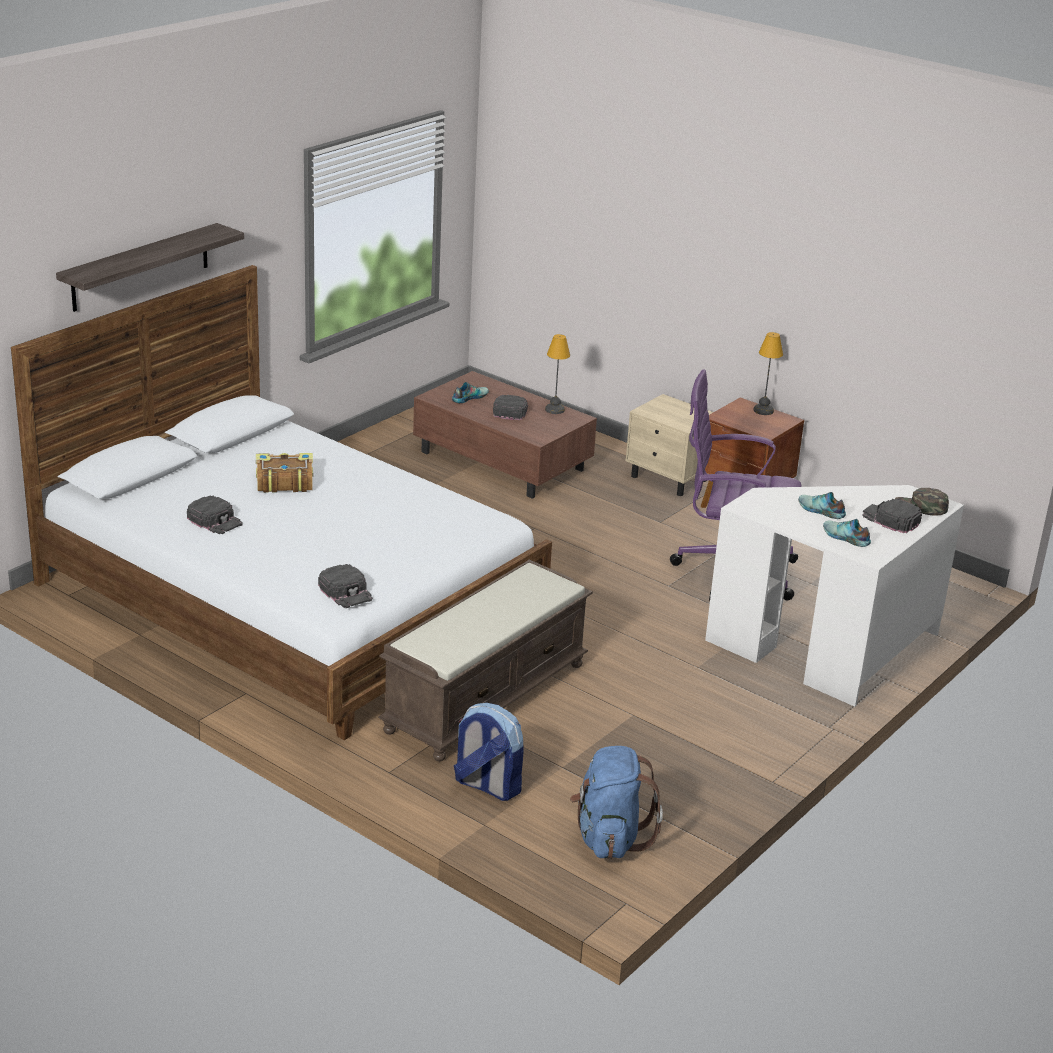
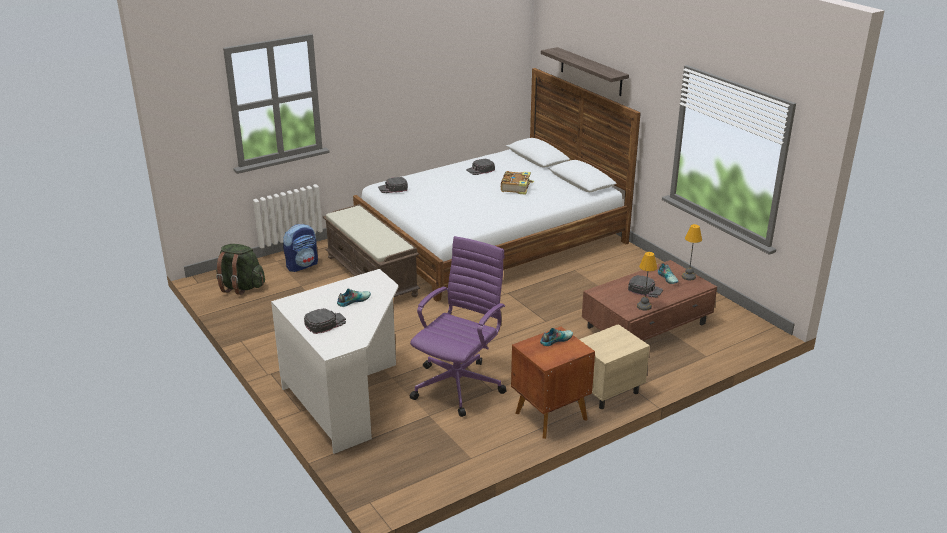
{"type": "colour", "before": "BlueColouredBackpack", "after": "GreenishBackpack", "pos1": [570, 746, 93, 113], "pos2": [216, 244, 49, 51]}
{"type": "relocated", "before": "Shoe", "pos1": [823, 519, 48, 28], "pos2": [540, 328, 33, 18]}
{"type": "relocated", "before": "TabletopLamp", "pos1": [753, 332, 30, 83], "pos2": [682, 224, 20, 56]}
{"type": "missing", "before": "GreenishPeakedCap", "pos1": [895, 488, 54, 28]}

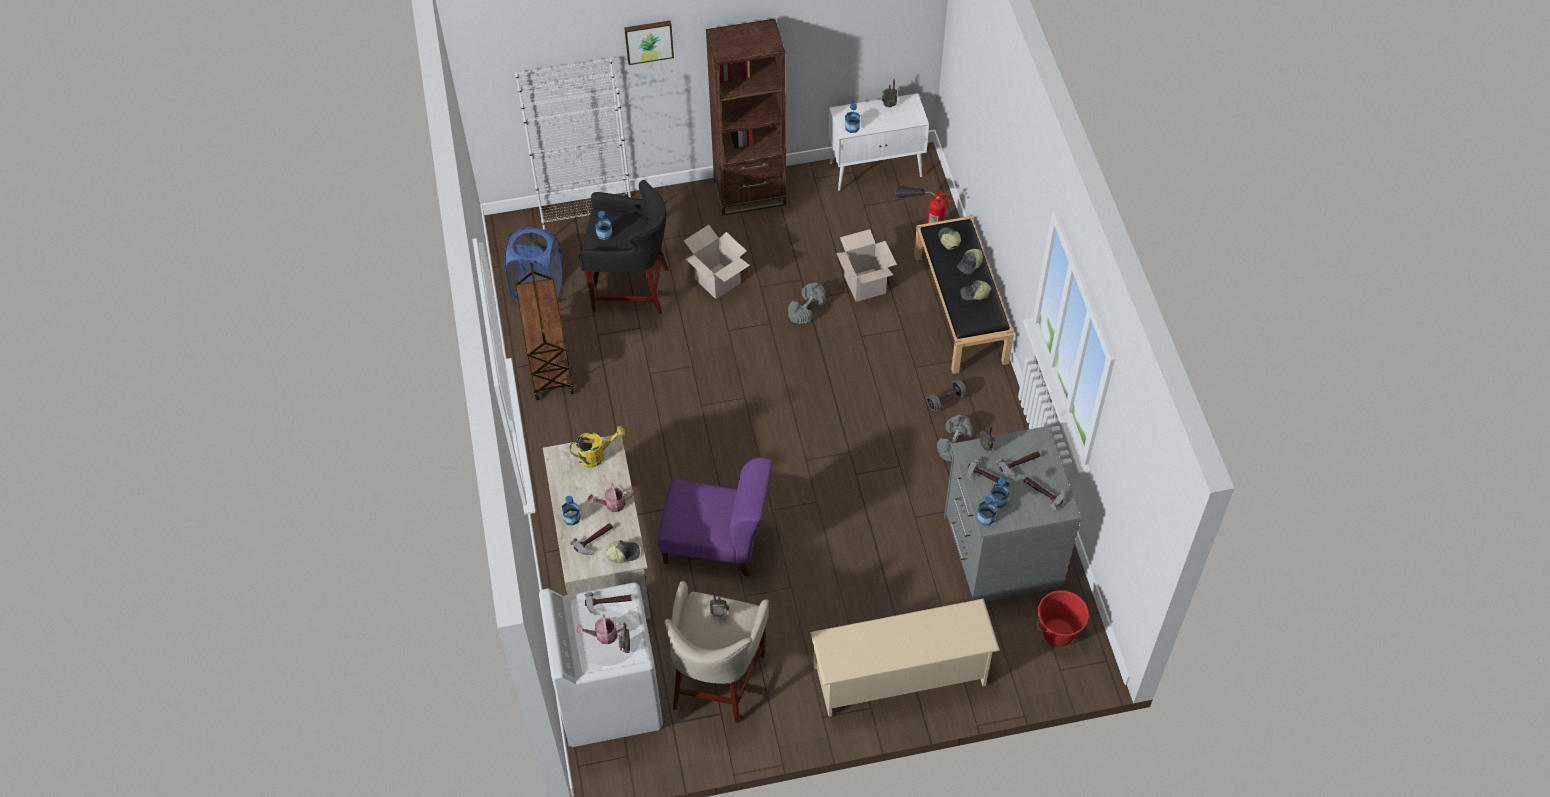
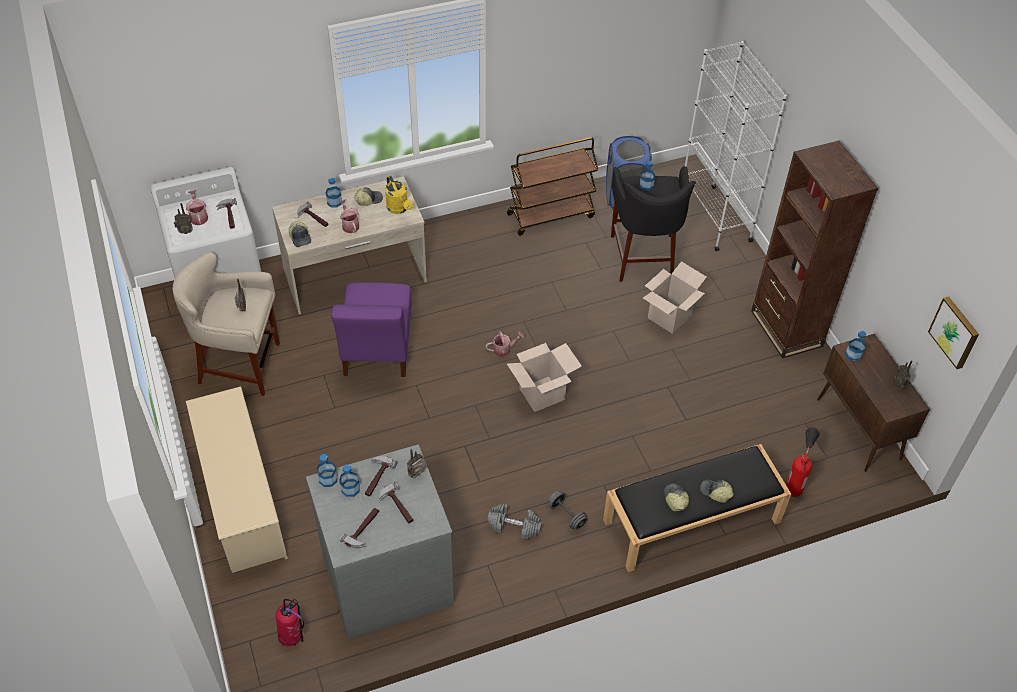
{"type": "exchanged", "before": "ReddishPail", "after": "Extinguisher", "pos1": [1037, 590, 52, 56], "pos2": [276, 599, 28, 47]}
{"type": "relocated", "before": "PeakedCap", "pos1": [938, 227, 23, 23], "pos2": [354, 187, 29, 19]}
{"type": "appeared", "after": "WateringPot", "pos2": [486, 331, 38, 26]}
{"type": "relocated", "before": "PackingBox", "pos1": [836, 229, 61, 73], "pos2": [507, 343, 75, 69]}
{"type": "colour", "before": "WhiteColouredStorageCabinet", "after": "BrownStorageCabinet", "pos1": [829, 93, 100, 98], "pos2": [817, 334, 113, 138]}
{"type": "relocated", "before": "WallPicture", "pos1": [624, 21, 50, 44], "pos2": [928, 296, 51, 73]}
{"type": "missing", "before": "GreyDumbbell", "pos1": [788, 283, 37, 41]}

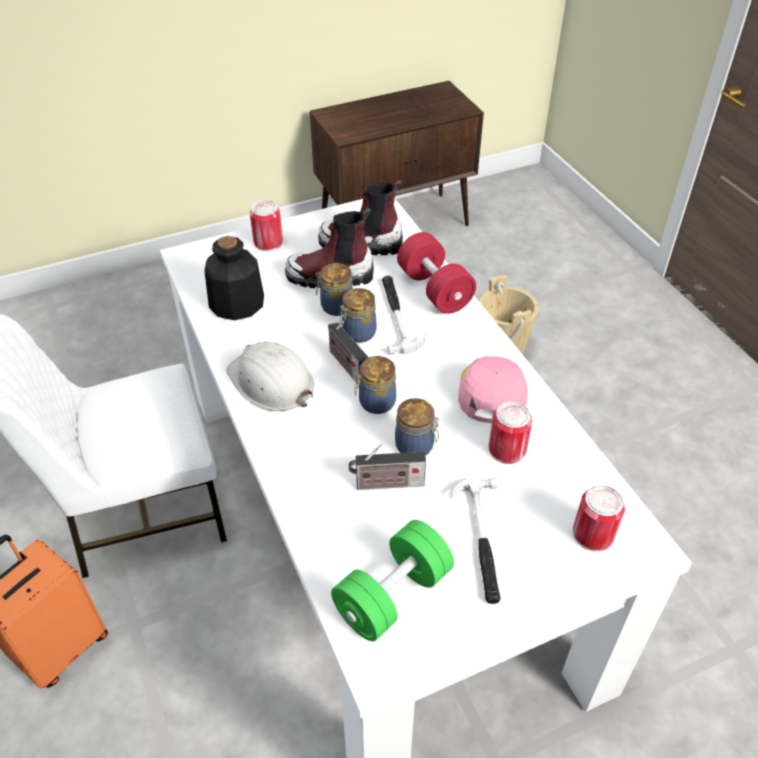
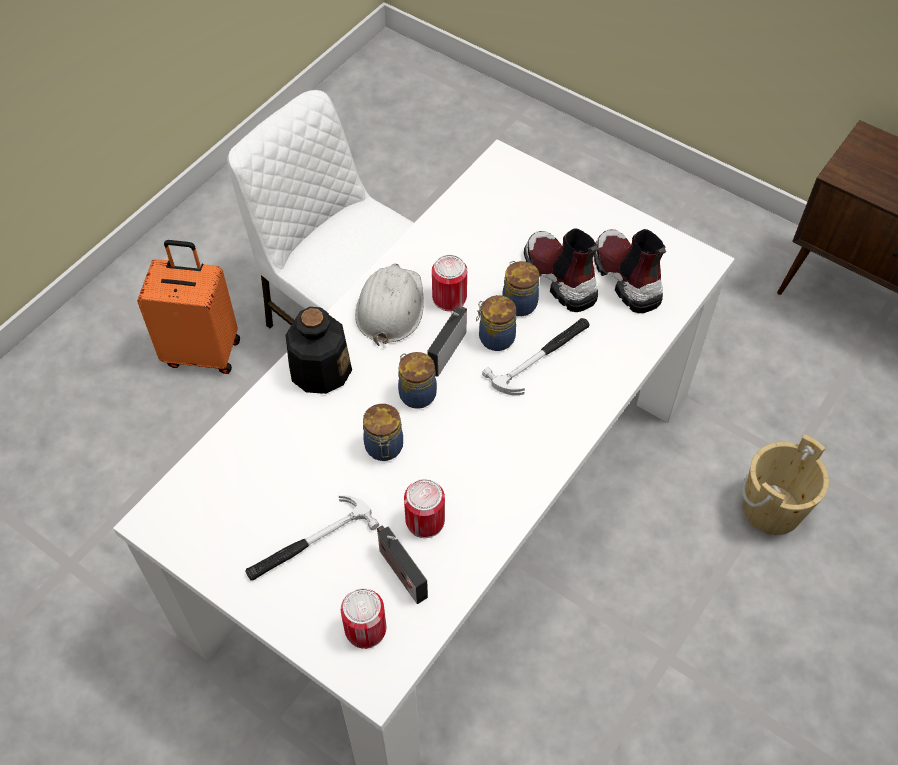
{"type": "relocated", "before": "DrinkBottle", "pos1": [204, 236, 60, 84], "pos2": [285, 307, 67, 87]}
{"type": "relocated", "before": "Radio", "pos1": [349, 444, 77, 46], "pos2": [377, 526, 51, 78]}
{"type": "relocated", "before": "SealedCan", "pos1": [250, 200, 33, 51], "pos2": [432, 255, 35, 56]}
{"type": "missing", "before": "GreenishDumbbell", "pos1": [331, 520, 123, 121]}
{"type": "missing", "before": "ReddishDumbbell", "pos1": [397, 232, 79, 82]}
{"type": "missing", "before": "PinkPeakedCap", "pos1": [458, 356, 70, 67]}

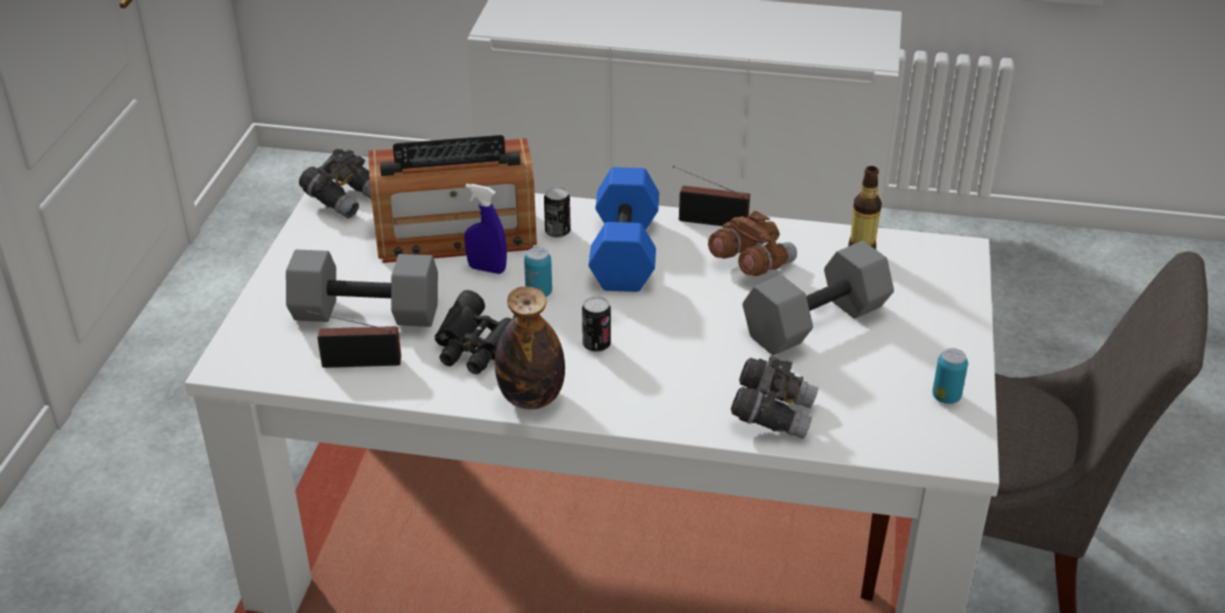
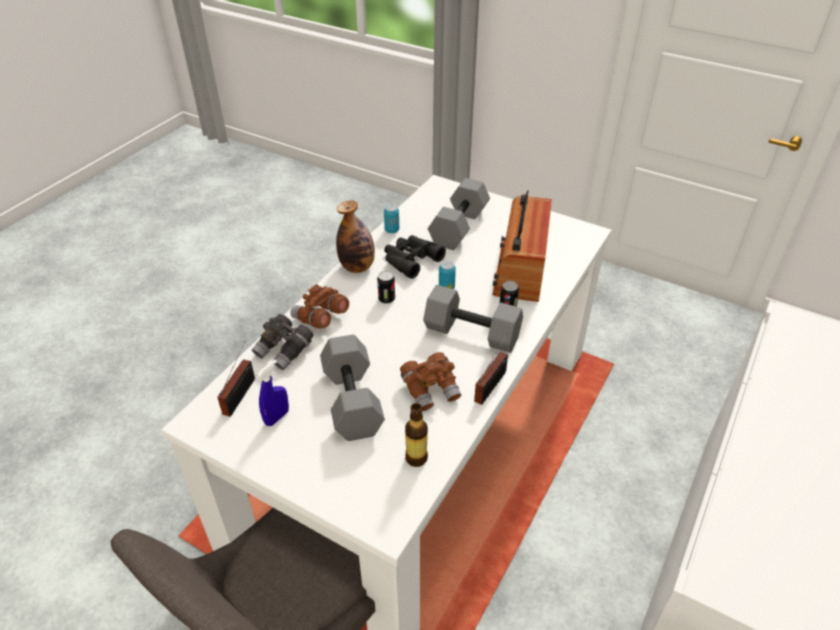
{"type": "relocated", "before": "Radio", "pos1": [304, 310, 97, 58], "pos2": [218, 341, 37, 76]}
{"type": "relocated", "before": "BlueColouredSprayer", "pos1": [464, 184, 43, 90], "pos2": [258, 360, 31, 66]}
{"type": "appeared", "after": "BrownFieldGlasses", "pos2": [290, 284, 59, 44]}
{"type": "relocated", "before": "SealedCan", "pos1": [932, 348, 36, 56], "pos2": [384, 204, 15, 29]}
{"type": "colour", "before": "BlueColouredDumbbell", "after": "GreyDumbbell", "pos1": [589, 167, 70, 125], "pos2": [423, 285, 100, 68]}
{"type": "missing", "before": "GreyFieldGlasses", "pos1": [299, 149, 72, 70]}

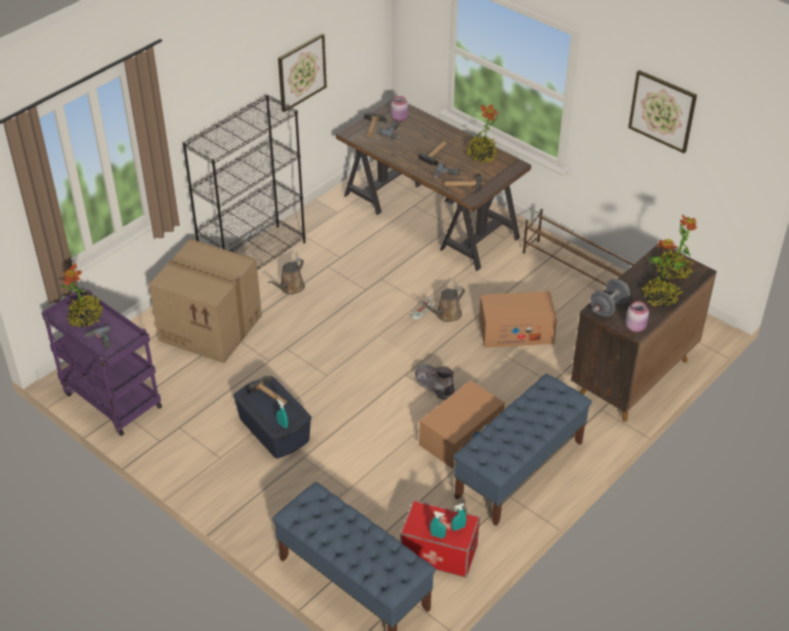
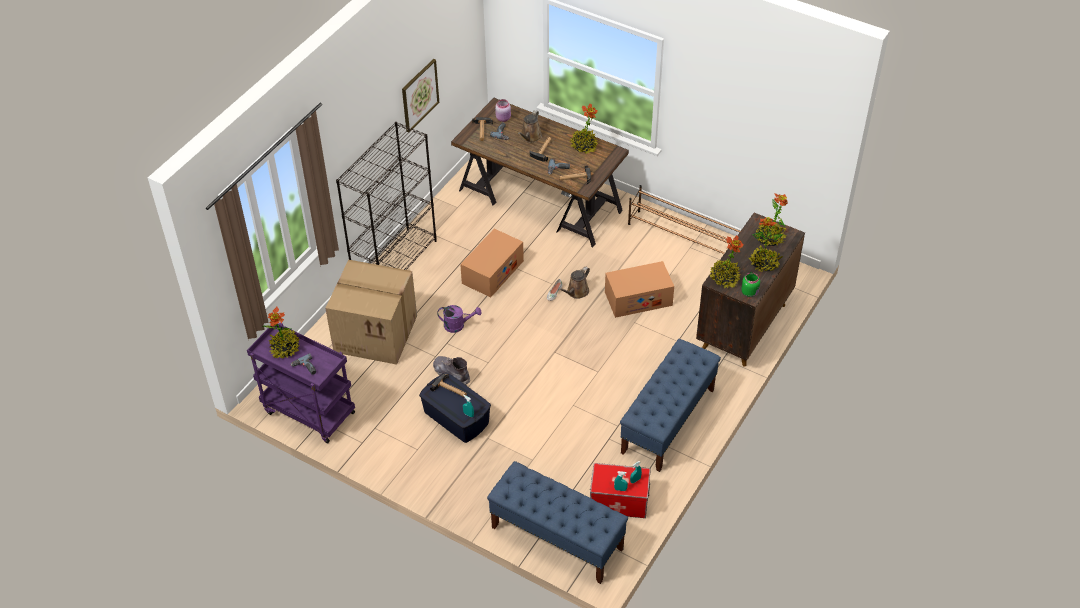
{"type": "relocated", "before": "GreyBoot", "pos1": [415, 364, 40, 36], "pos2": [433, 356, 37, 30]}
{"type": "appeared", "after": "PurplishWateringPot", "pos2": [437, 305, 45, 28]}
{"type": "relocated", "before": "PackingBox", "pos1": [419, 380, 86, 89], "pos2": [460, 229, 64, 69]}
{"type": "relocated", "before": "BrownWateringPot", "pos1": [268, 258, 37, 37], "pos2": [518, 110, 24, 33]}
{"type": "exchanged", "before": "GreyDumbbell", "after": "PottedPlant", "pos1": [591, 279, 39, 38], "pos2": [709, 235, 35, 53]}
{"type": "colour", "before": "PinkJar", "after": "GreenishJar", "pos1": [626, 301, 23, 31], "pos2": [741, 272, 19, 25]}
{"type": "missing", "before": "WallPicture", "pos1": [628, 70, 69, 83]}

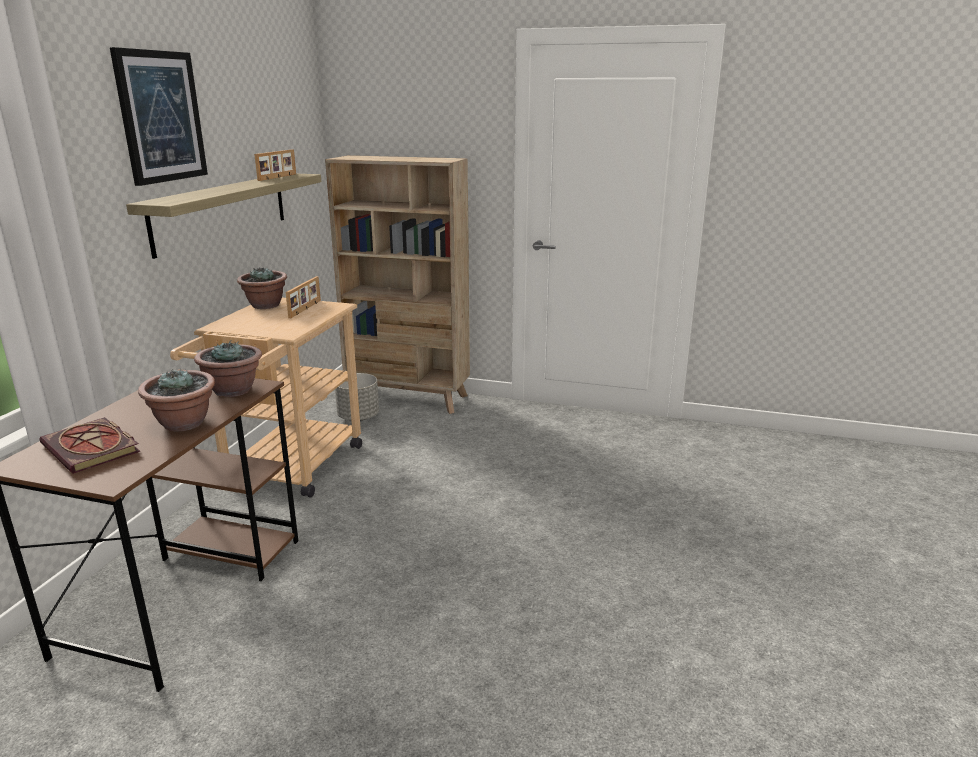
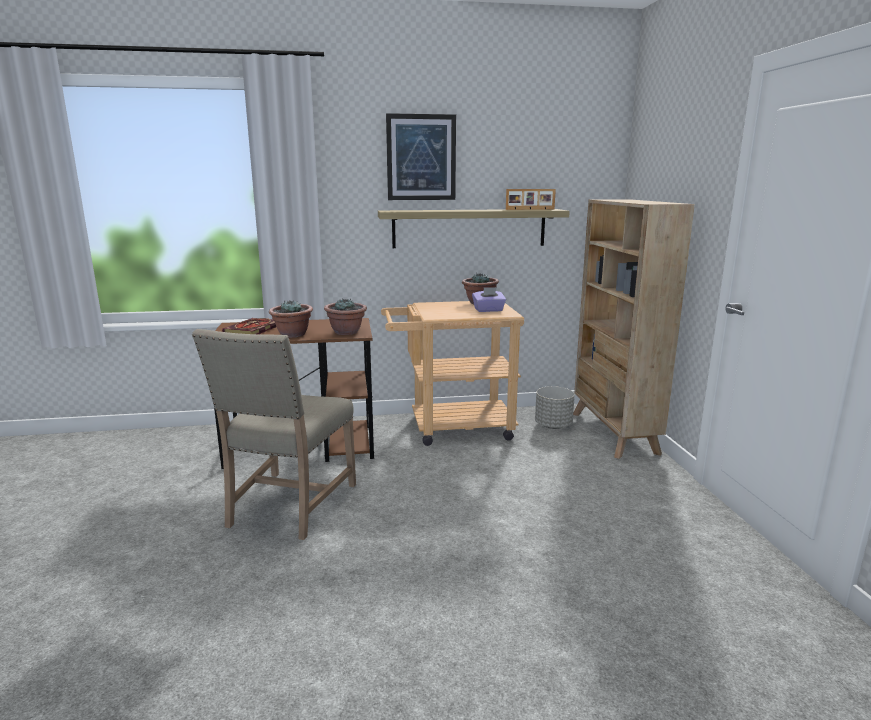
{"type": "appeared", "after": "SandColouredChair", "pos2": [192, 329, 164, 211]}
{"type": "exchanged", "before": "StandingFrame", "after": "PurplishTissueBox", "pos1": [285, 276, 36, 42], "pos2": [472, 287, 34, 25]}

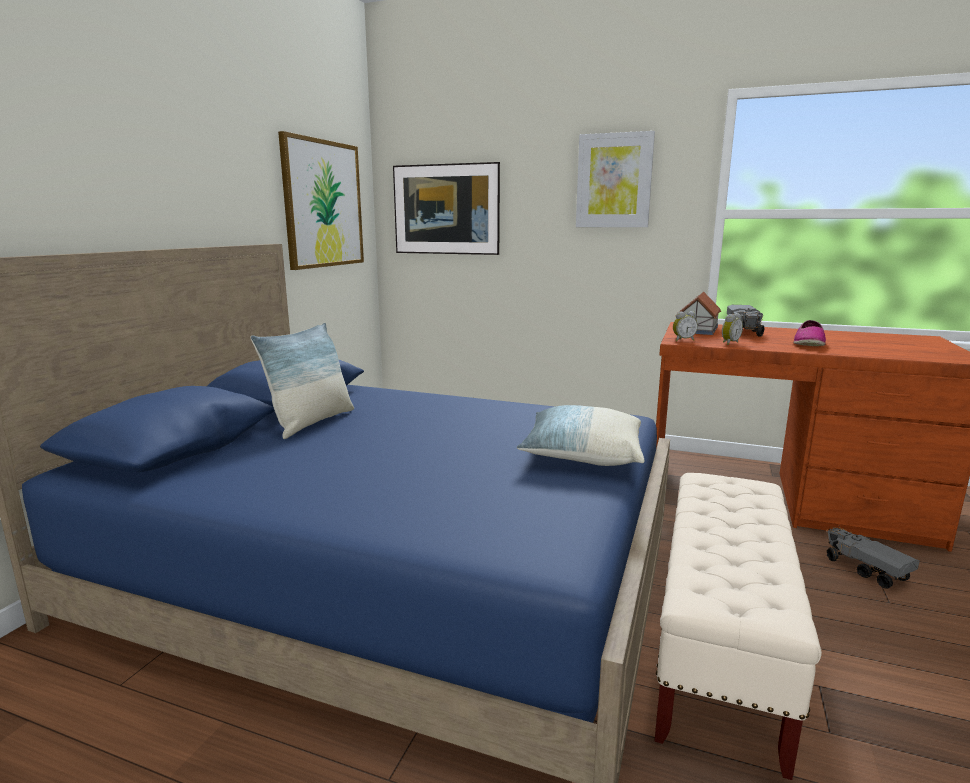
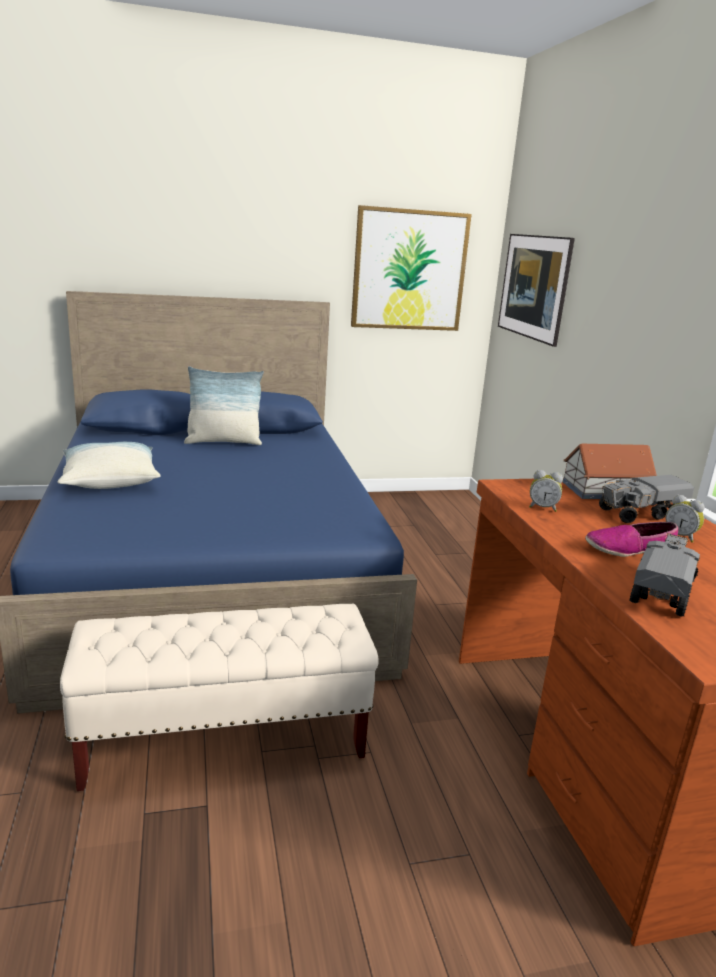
{"type": "relocated", "before": "ThrowPillow", "pos1": [517, 405, 128, 61], "pos2": [58, 442, 103, 47]}
{"type": "relocated", "before": "ToyTruck", "pos1": [826, 526, 94, 62], "pos2": [629, 531, 71, 86]}
{"type": "relocated", "before": "BedsideClock", "pos1": [673, 311, 25, 30], "pos2": [665, 494, 40, 49]}
{"type": "missing", "before": "WallPicture", "pos1": [576, 131, 79, 96]}

